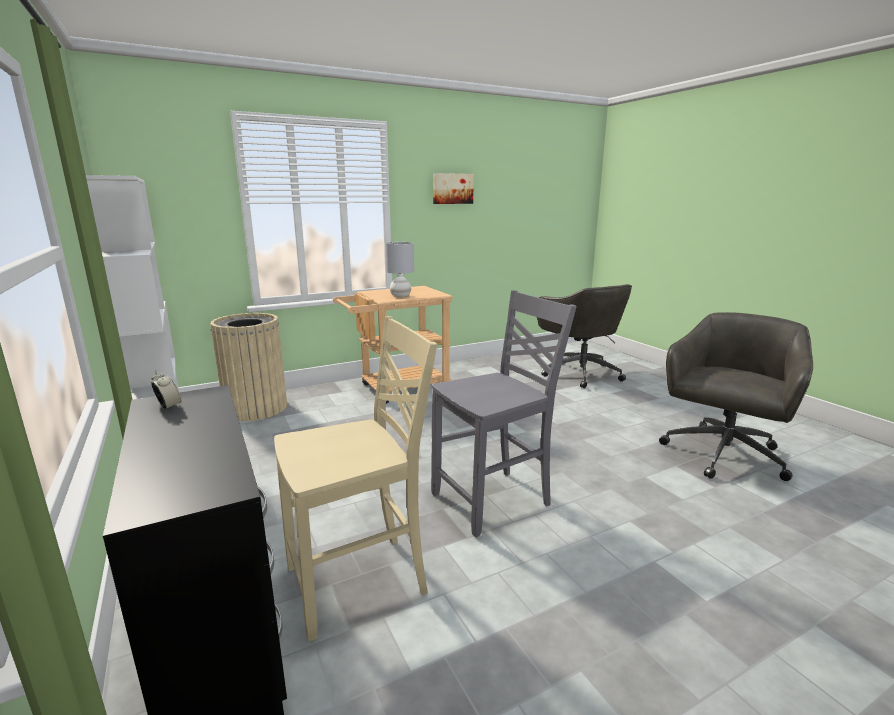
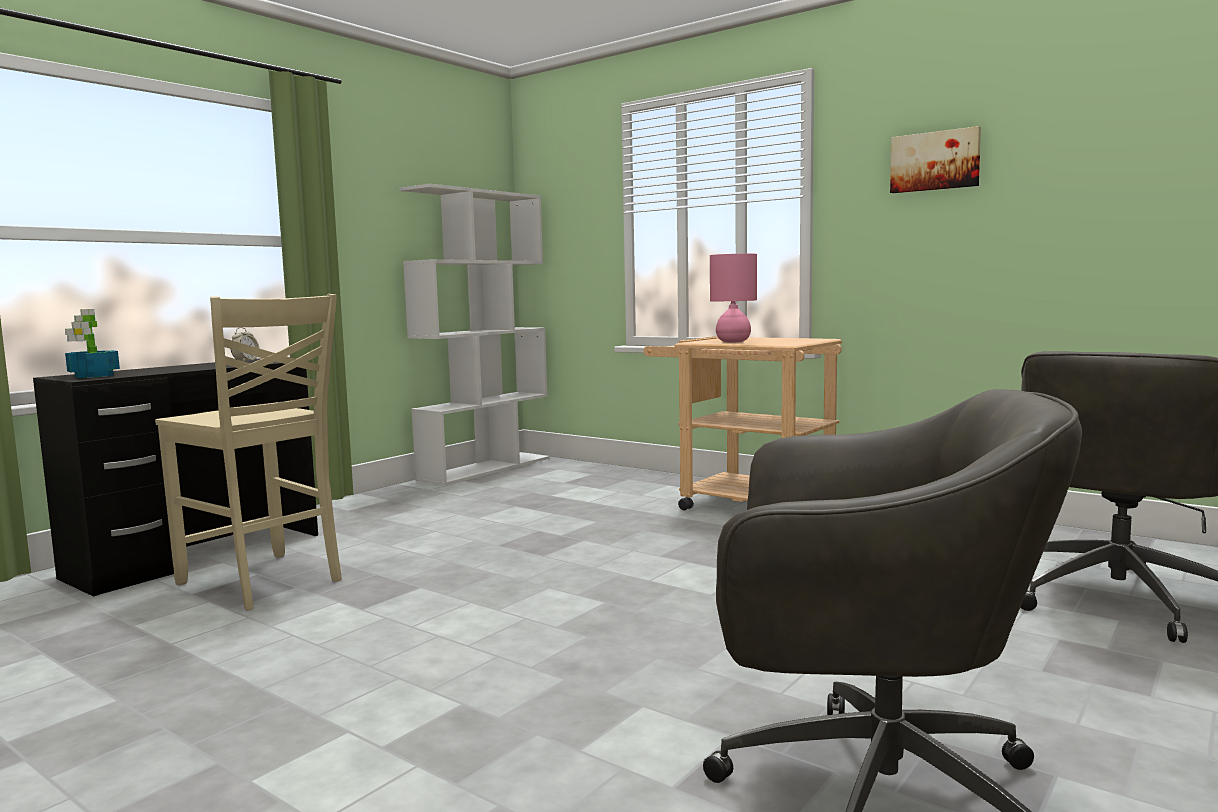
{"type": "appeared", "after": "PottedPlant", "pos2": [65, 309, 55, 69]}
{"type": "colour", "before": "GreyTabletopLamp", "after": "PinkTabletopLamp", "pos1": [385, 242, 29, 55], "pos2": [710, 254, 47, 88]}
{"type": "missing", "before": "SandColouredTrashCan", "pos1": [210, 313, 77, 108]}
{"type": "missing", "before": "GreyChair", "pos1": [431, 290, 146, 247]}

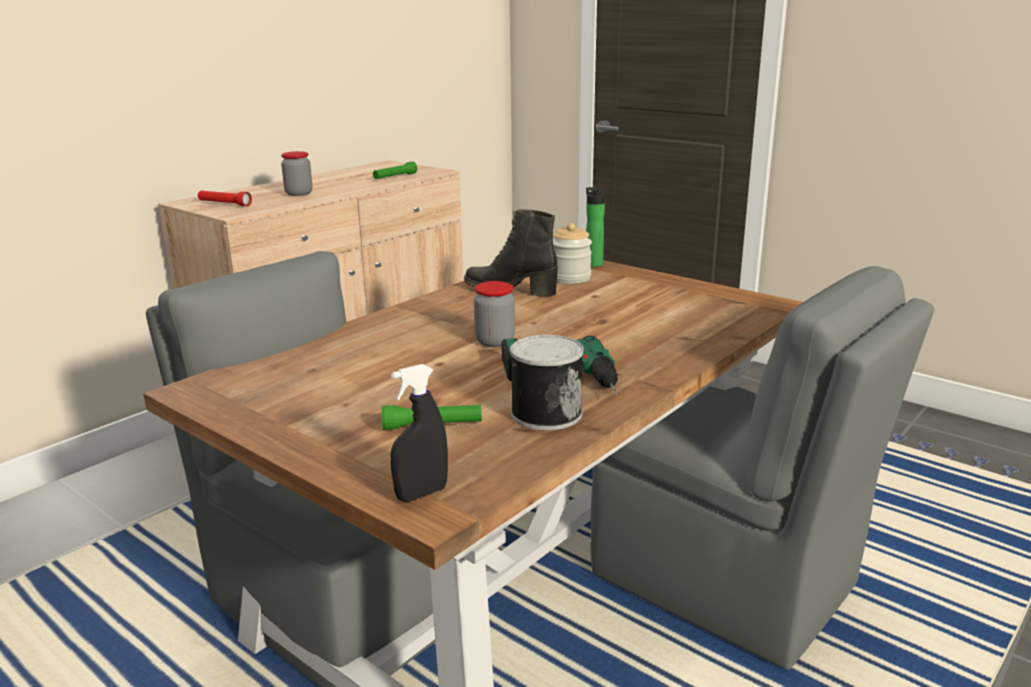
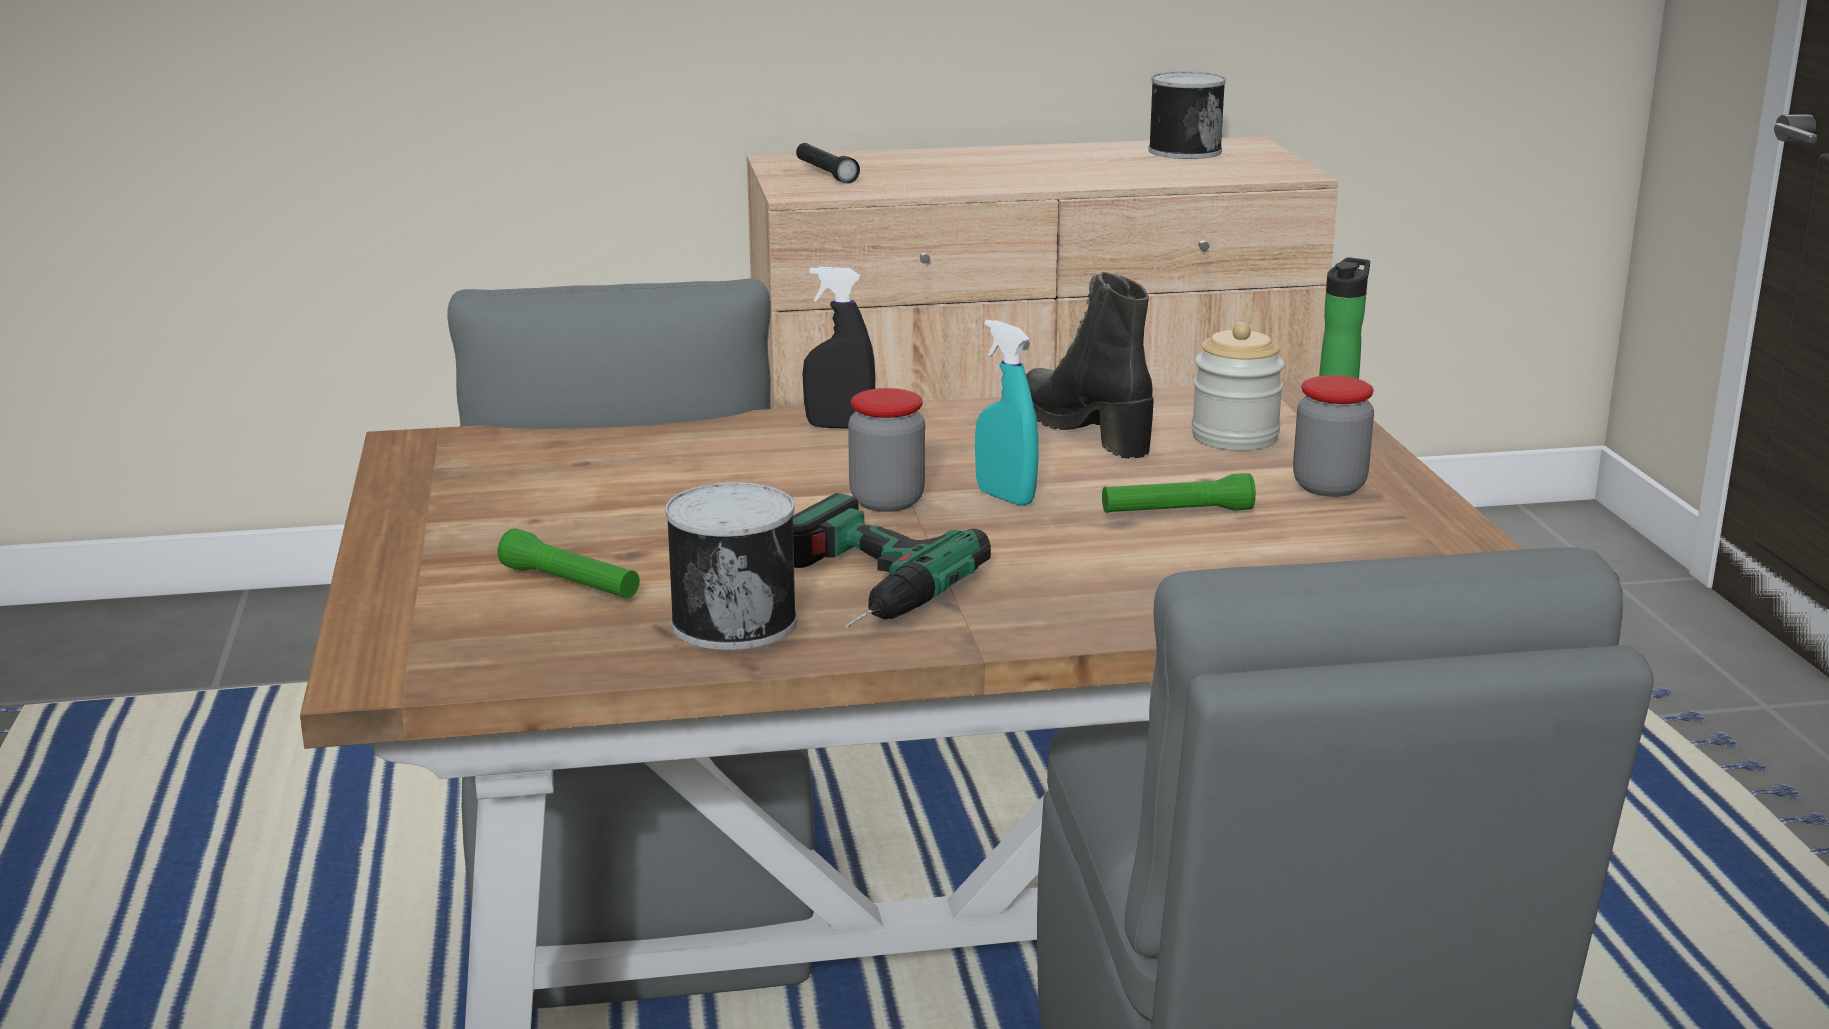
{"type": "colour", "before": "ReddishFlashlight", "after": "BlackColouredFlashlight", "pos1": [198, 190, 54, 16], "pos2": [796, 143, 64, 41]}
{"type": "relocated", "before": "BlackColouredSprayer", "pos1": [390, 364, 58, 138], "pos2": [803, 267, 72, 161]}
{"type": "appeared", "after": "BlueGreenSprayer", "pos2": [975, 319, 64, 187]}
{"type": "relocated", "before": "GreenishFlashlight", "pos1": [373, 162, 44, 17], "pos2": [1102, 473, 154, 40]}
{"type": "appeared", "after": "SealedCan", "pos2": [1148, 71, 78, 88]}
{"type": "relocated", "before": "Jar", "pos1": [281, 151, 32, 45], "pos2": [1293, 375, 81, 122]}

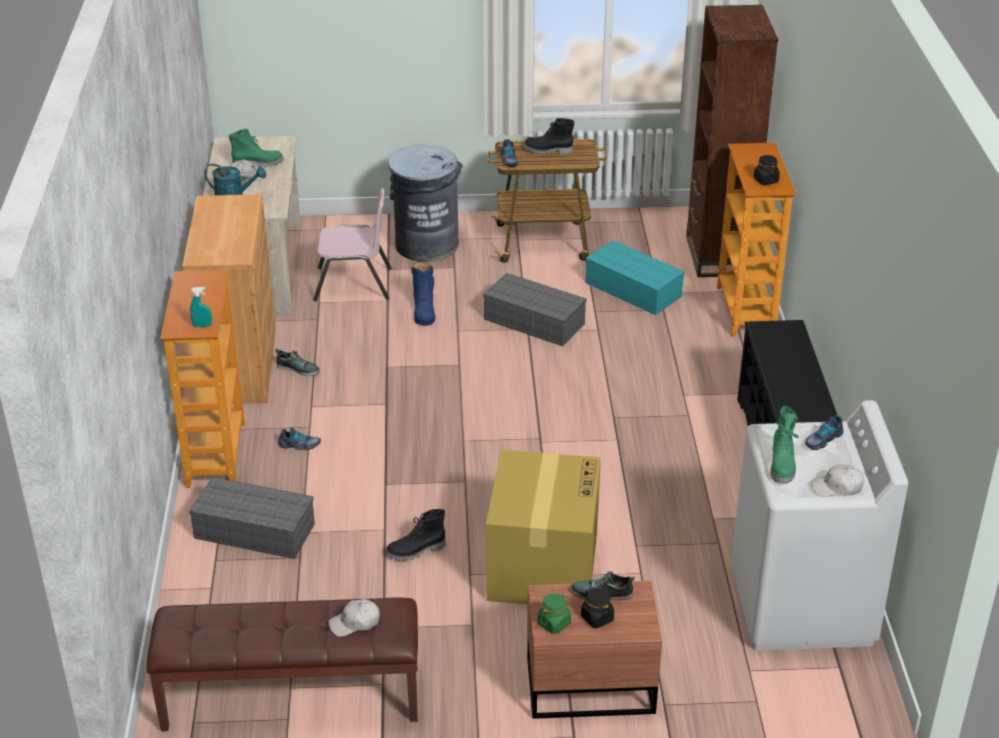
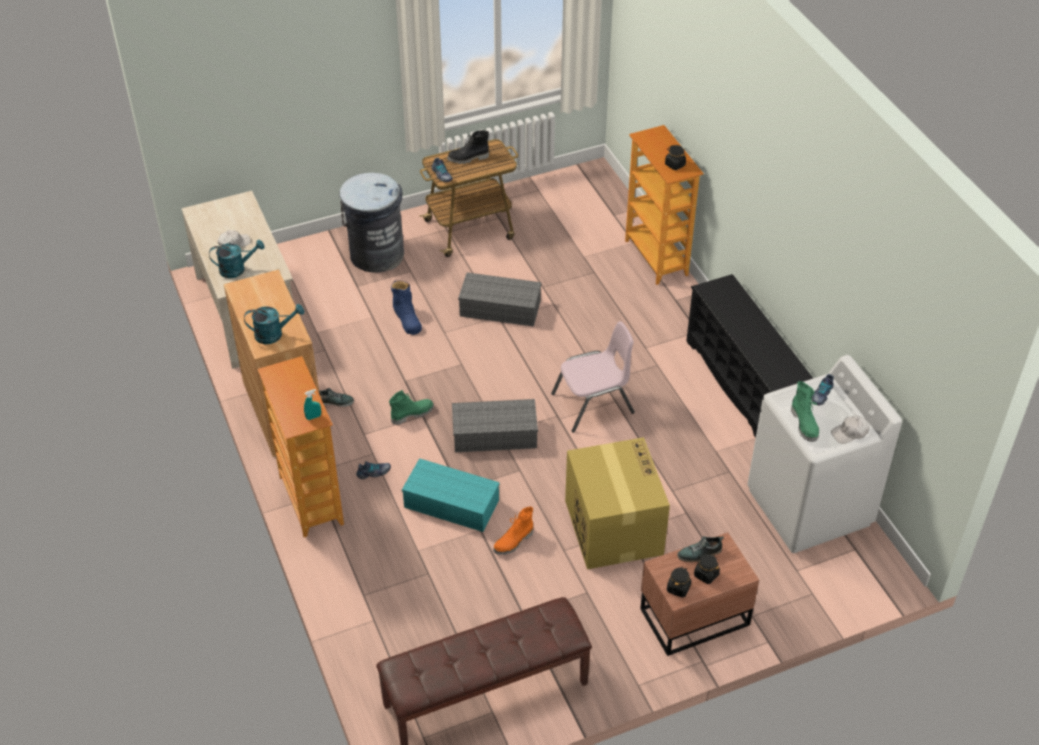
{"type": "appeared", "after": "BlueGreenWateringPot", "pos2": [244, 304, 60, 40]}
{"type": "relocated", "before": "GreenishBoot", "pos1": [229, 129, 55, 38], "pos2": [389, 390, 45, 35]}
{"type": "relocated", "before": "BlueGreenStorageBox", "pos1": [585, 240, 100, 75], "pos2": [402, 458, 98, 74]}
{"type": "relocated", "before": "GreyStorageBox", "pos1": [189, 477, 126, 82], "pos2": [452, 399, 86, 53]}
{"type": "colour", "before": "BlackColouredBoot", "after": "OrangeColouredBoot", "pos1": [385, 509, 61, 52], "pos2": [493, 507, 40, 48]}
{"type": "relocated", "before": "PinkChair", "pos1": [313, 188, 78, 113], "pos2": [551, 322, 84, 111]}
{"type": "colour", "before": "GreenishJar", "after": "BlackColouredJar", "pos1": [538, 593, 33, 41], "pos2": [667, 567, 24, 30]}
{"type": "missing", "before": "WhiteColouredPeakedCap", "pos1": [328, 599, 52, 38]}
{"type": "missing", "before": "BrownBookcase", "pos1": [686, 5, 92, 272]}

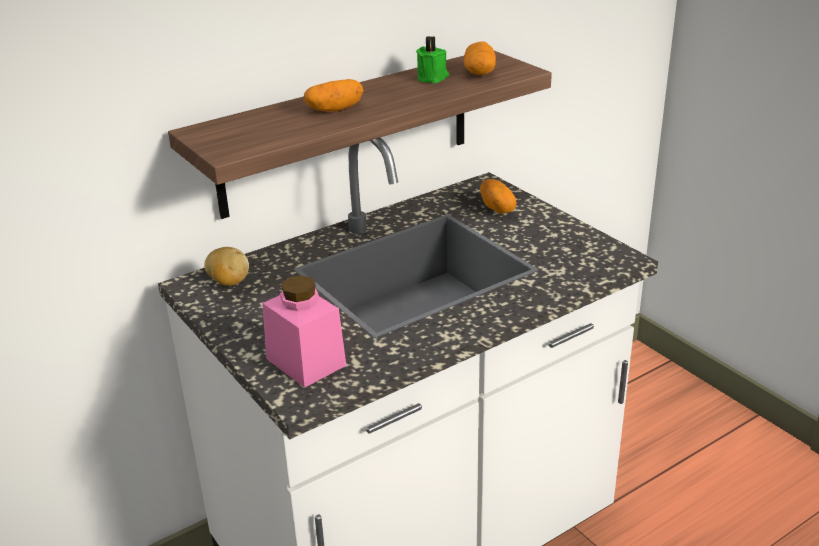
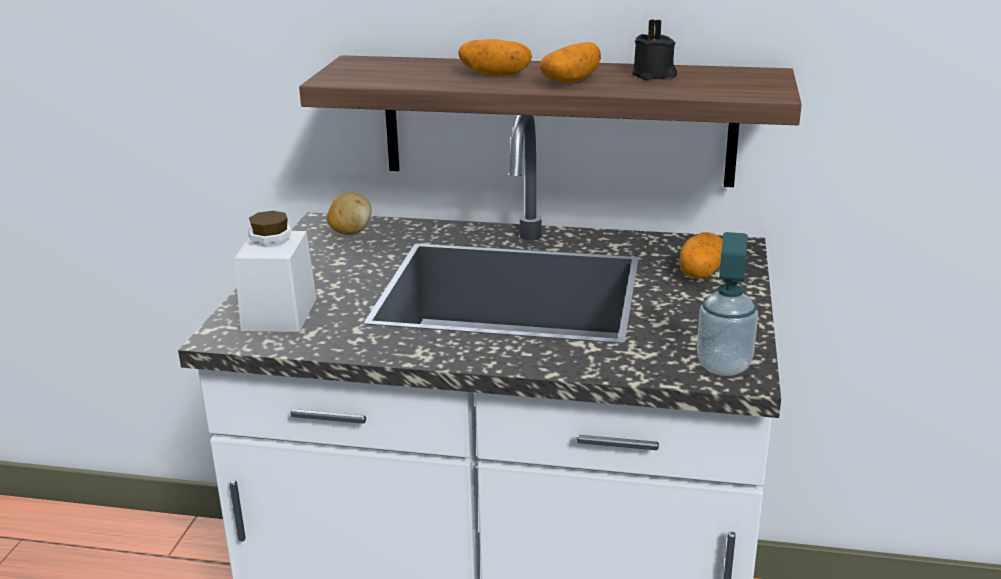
{"type": "colour", "before": "PinkJar", "after": "WhiteColouredJar", "pos1": [262, 275, 84, 113], "pos2": [234, 211, 83, 121]}
{"type": "relocated", "before": "Spud", "pos1": [464, 41, 32, 34], "pos2": [540, 42, 61, 41]}
{"type": "colour", "before": "GreenishWaxCandle", "after": "BlackColouredWaxCandle", "pos1": [416, 36, 33, 47], "pos2": [632, 19, 45, 61]}
{"type": "appeared", "after": "SoapBottle", "pos2": [697, 232, 61, 144]}

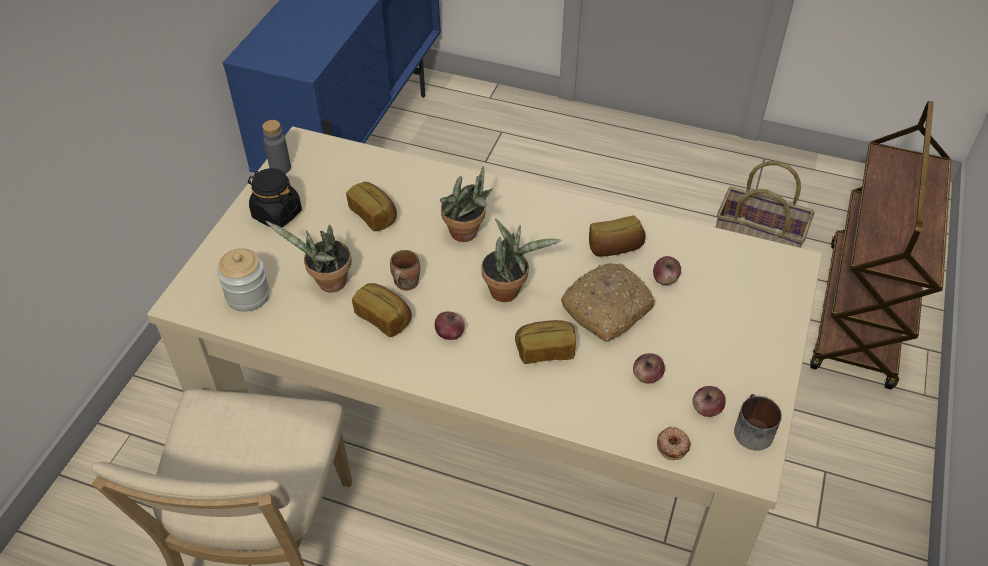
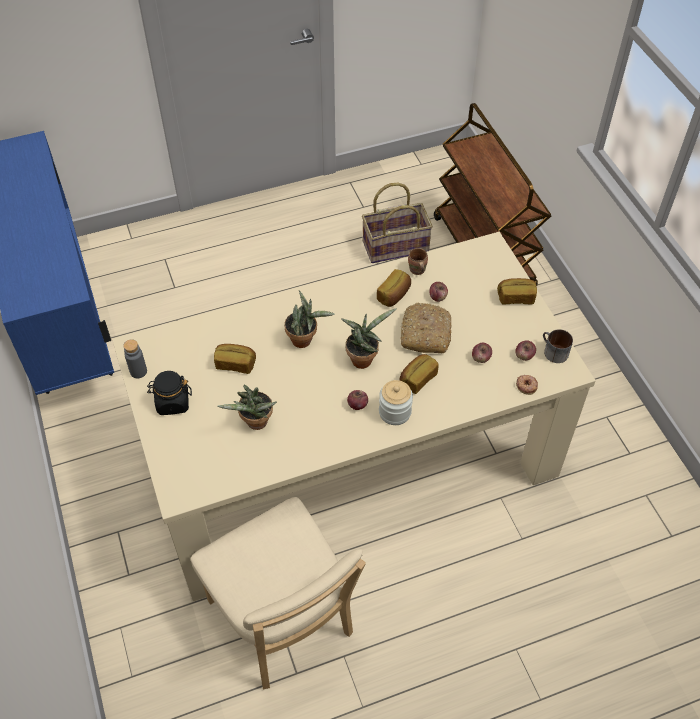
{"type": "relocated", "before": "Jar", "pos1": [217, 248, 53, 64], "pos2": [379, 380, 34, 45]}
{"type": "relocated", "before": "BrownCoffeeMug", "pos1": [390, 250, 30, 41], "pos2": [408, 248, 20, 27]}
{"type": "relocated", "before": "BakeryBread", "pos1": [352, 283, 60, 54], "pos2": [497, 278, 40, 27]}

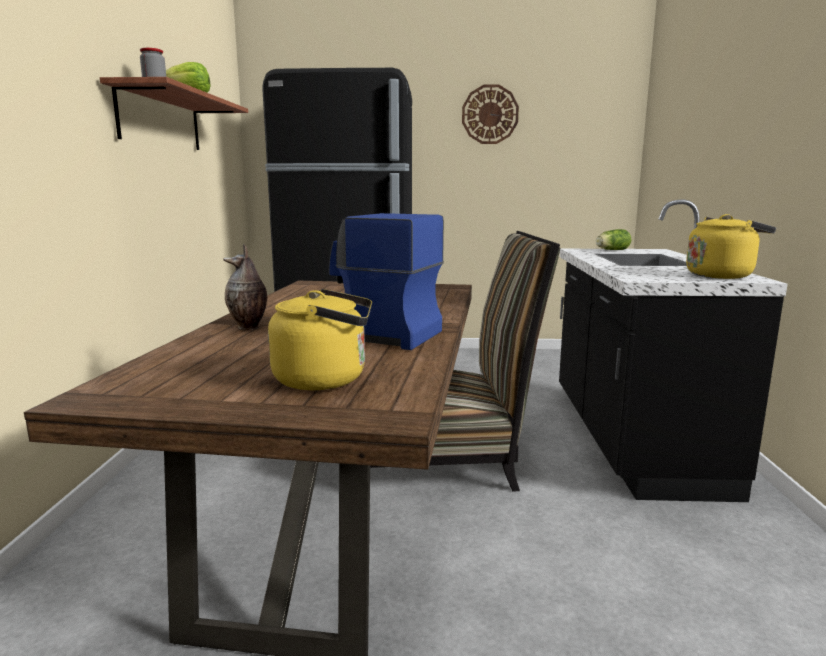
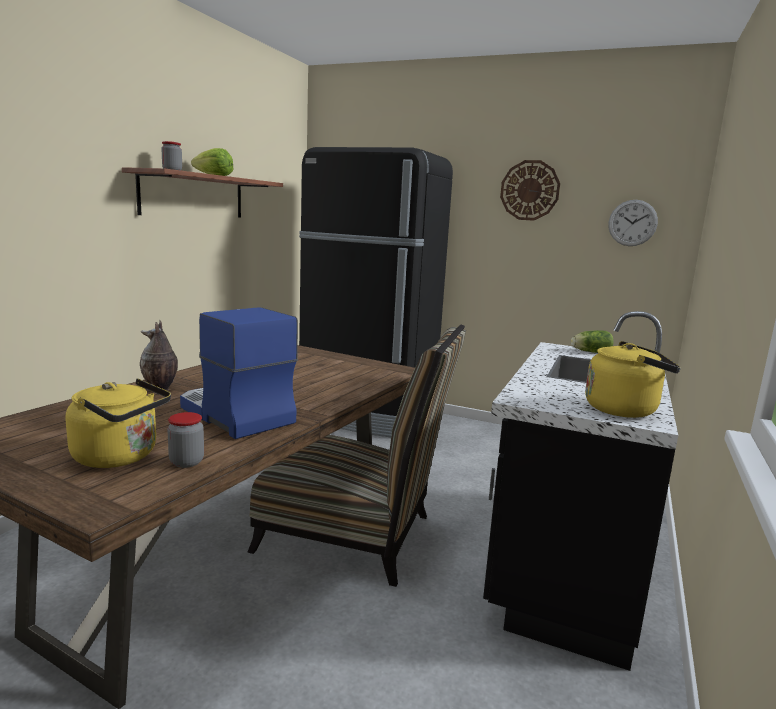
{"type": "appeared", "after": "Jar", "pos2": [167, 412, 37, 56]}
{"type": "appeared", "after": "ClockOnTheWall", "pos2": [608, 200, 50, 46]}

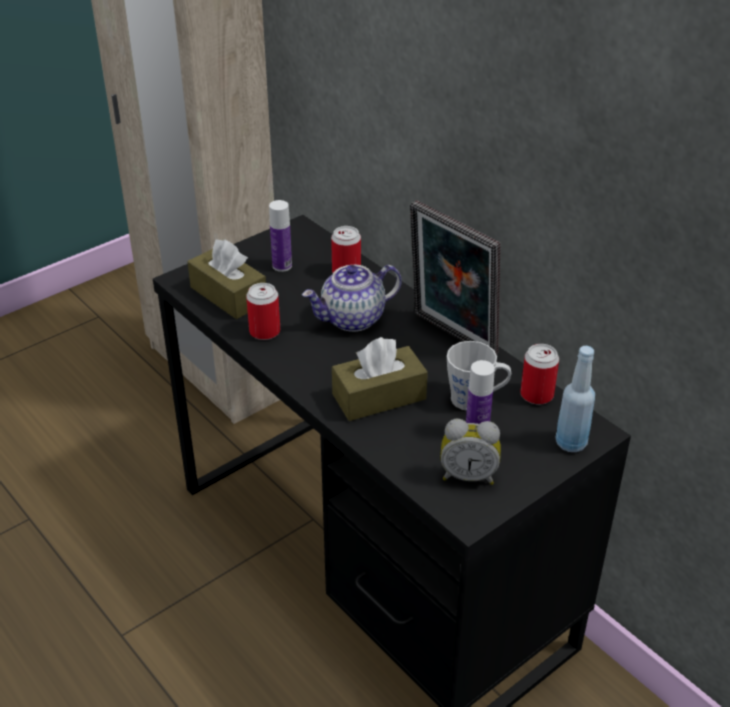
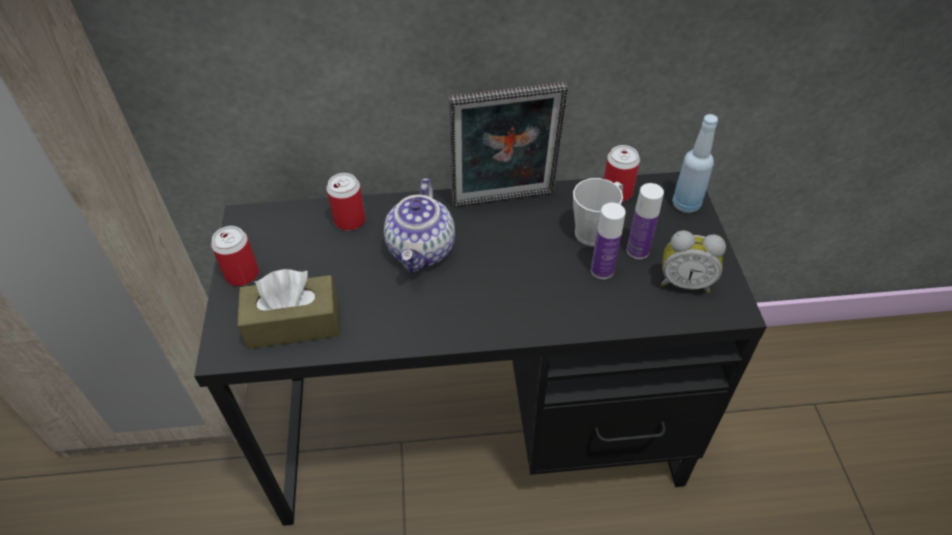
{"type": "relocated", "before": "SealedCan", "pos1": [246, 283, 34, 57], "pos2": [211, 226, 48, 60]}
{"type": "relocated", "before": "DrinkBottle", "pos1": [269, 200, 23, 72], "pos2": [591, 203, 35, 76]}
{"type": "spun", "before": "BedsideClock", "pos1": [440, 419, 61, 66], "pos2": [661, 230, 65, 63], "turn": 60}
{"type": "missing", "before": "BrownTissueBox", "pos1": [332, 337, 96, 84]}

